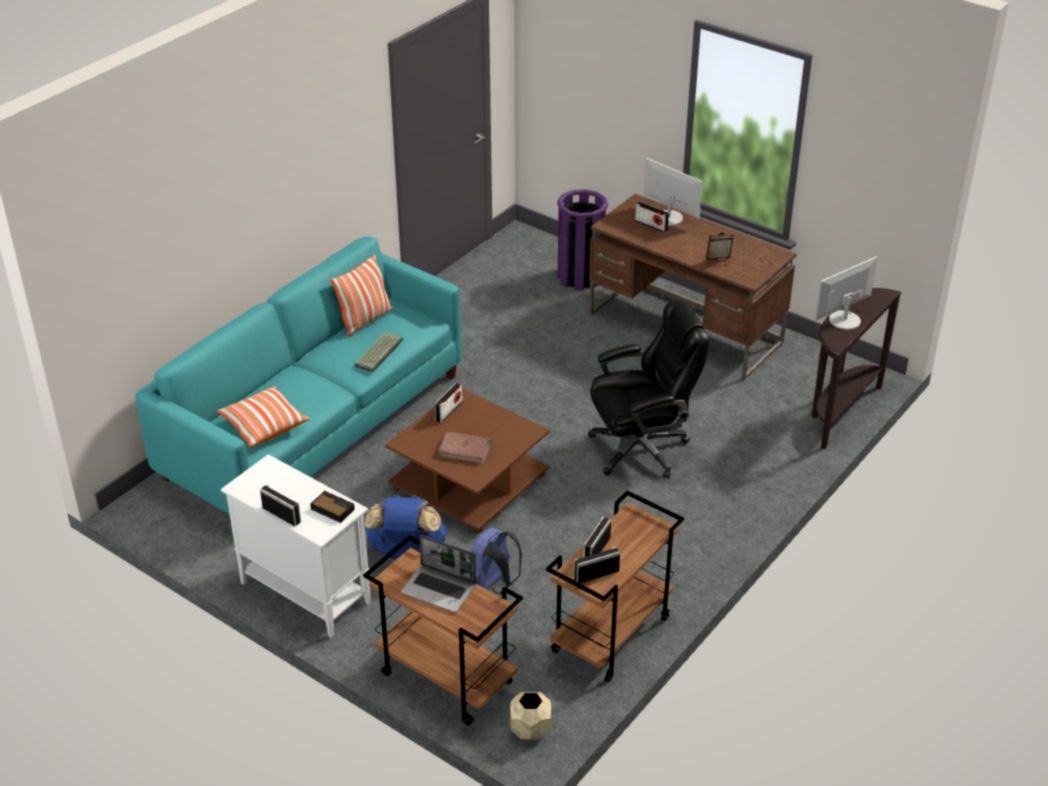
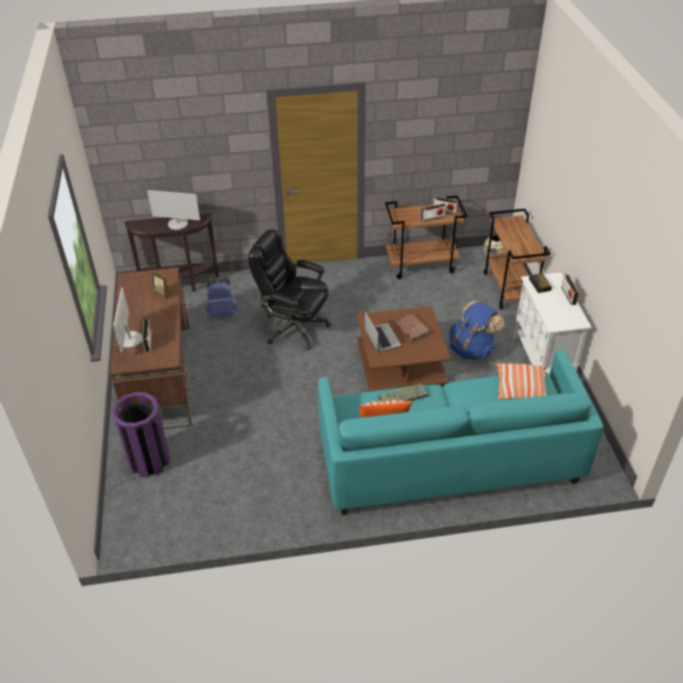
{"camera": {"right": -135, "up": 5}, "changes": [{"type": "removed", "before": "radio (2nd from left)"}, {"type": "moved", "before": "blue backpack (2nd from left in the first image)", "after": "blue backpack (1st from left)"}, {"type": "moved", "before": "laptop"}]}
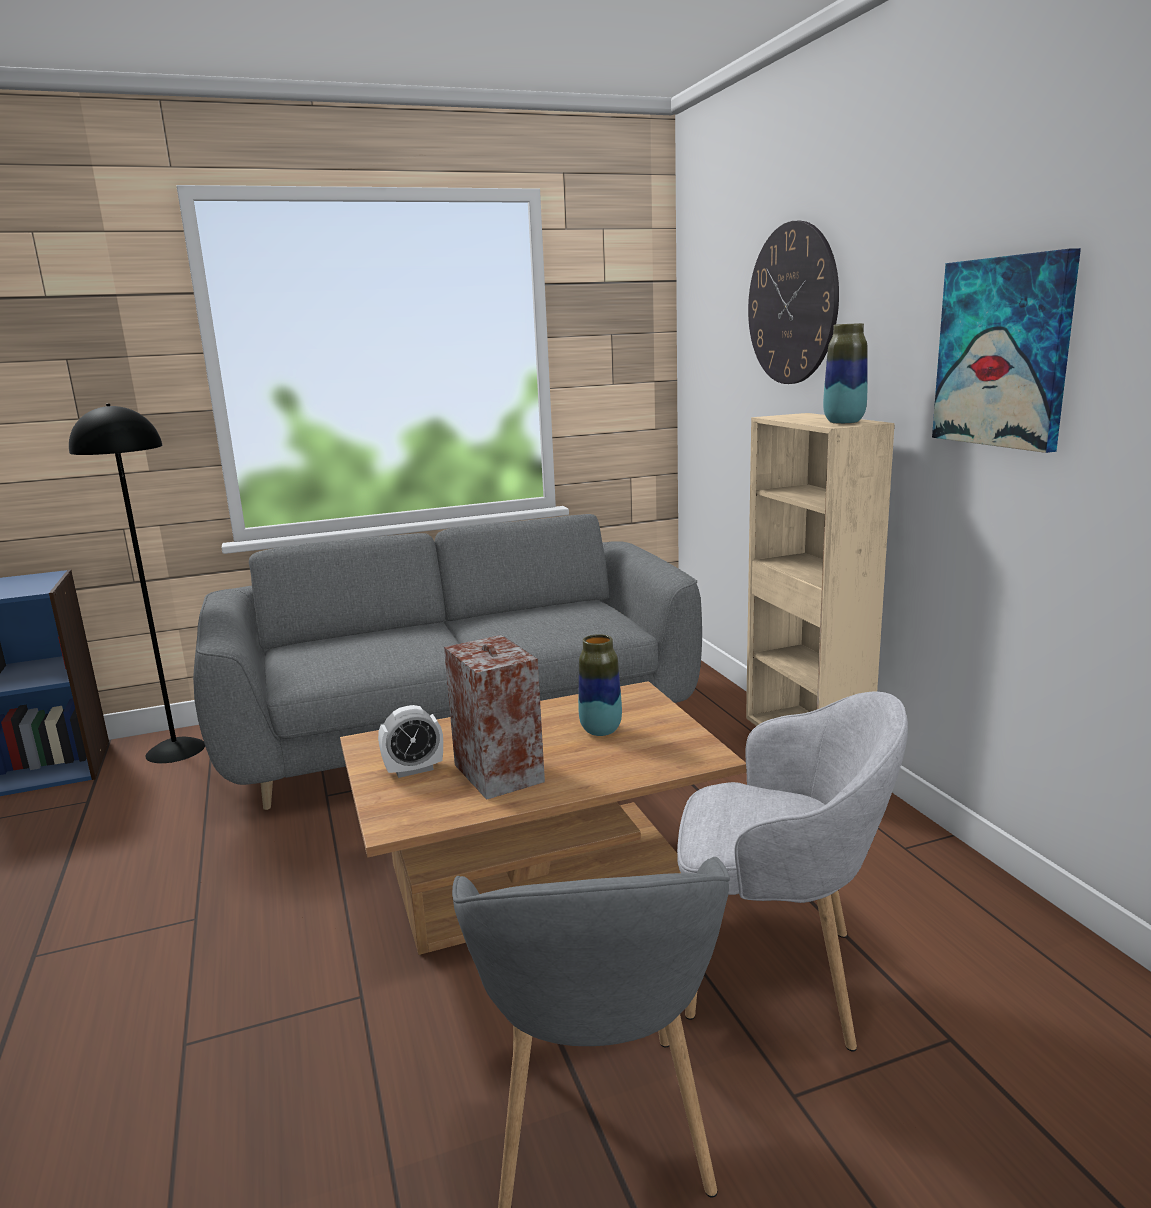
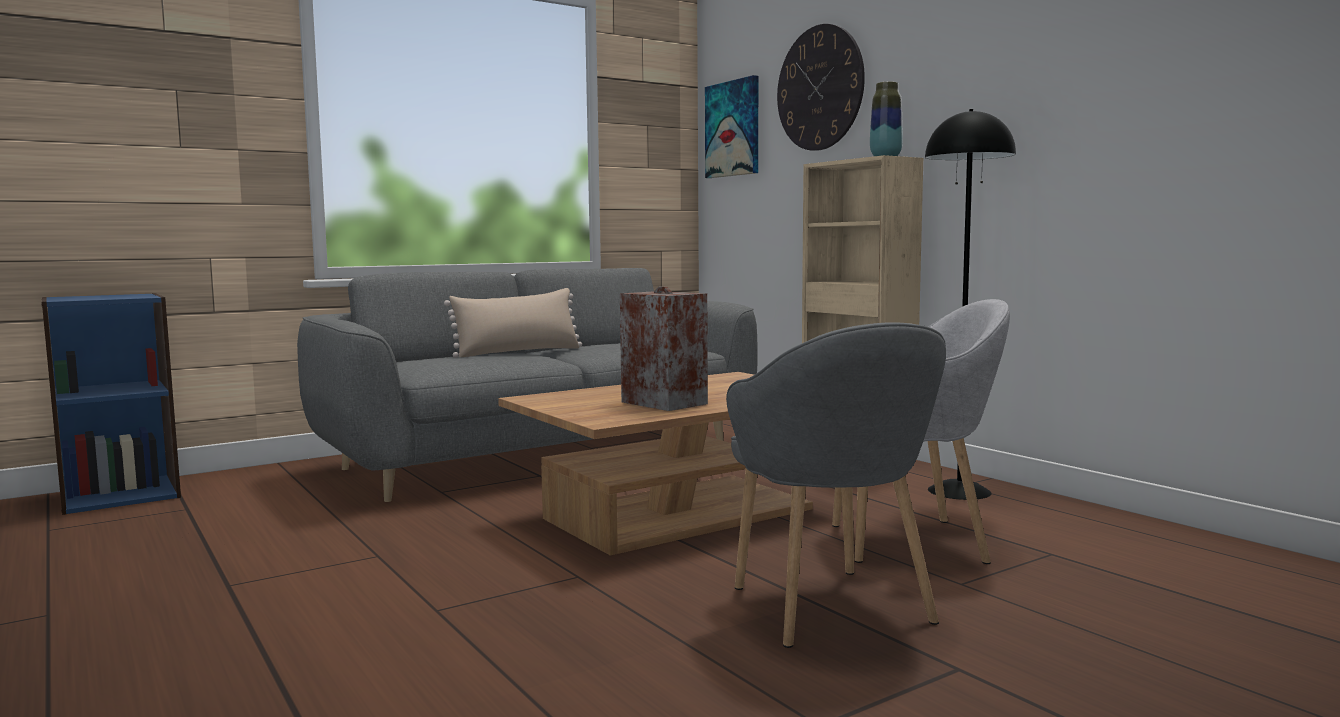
{"camera": {"right": -15, "up": -10}, "changes": [{"type": "moved", "before": "picture"}, {"type": "moved", "before": "black floor lamp"}, {"type": "removed", "before": "vase (1st from left)"}, {"type": "removed", "before": "alarm clock"}, {"type": "added", "after": "beige pillow"}]}
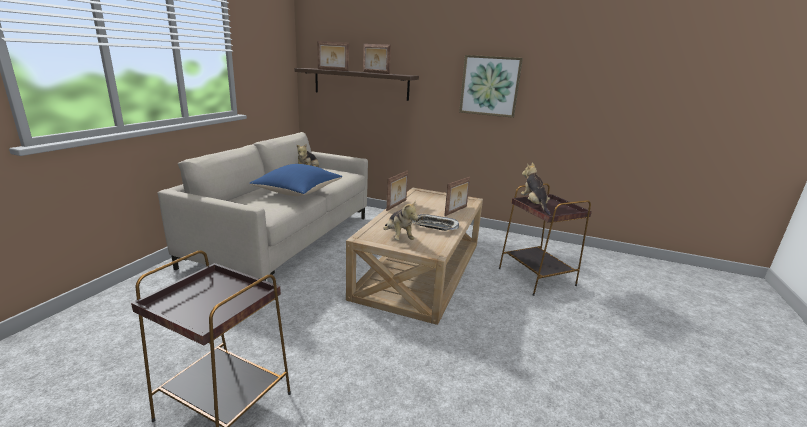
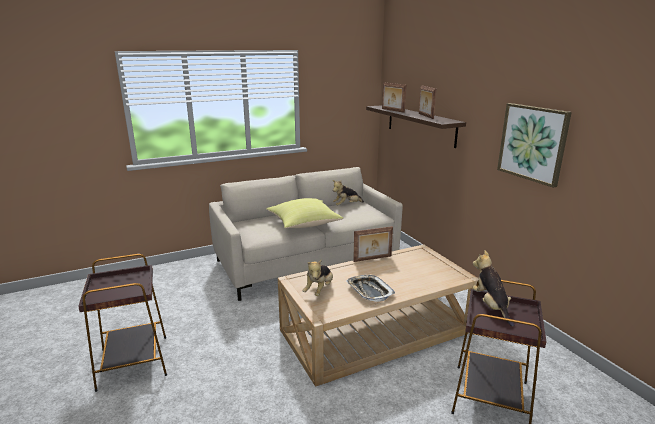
{"camera": {"right": 45, "up": 0}, "changes": [{"type": "turned", "before": "plush toy (3rd from left)", "turn": -45}, {"type": "recoloured", "before": "blue pillow", "after": "yellow pillow"}, {"type": "removed", "before": "picture frame (4th from left)"}]}
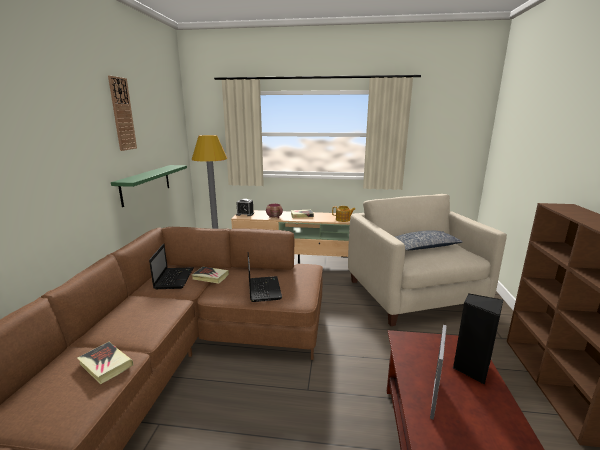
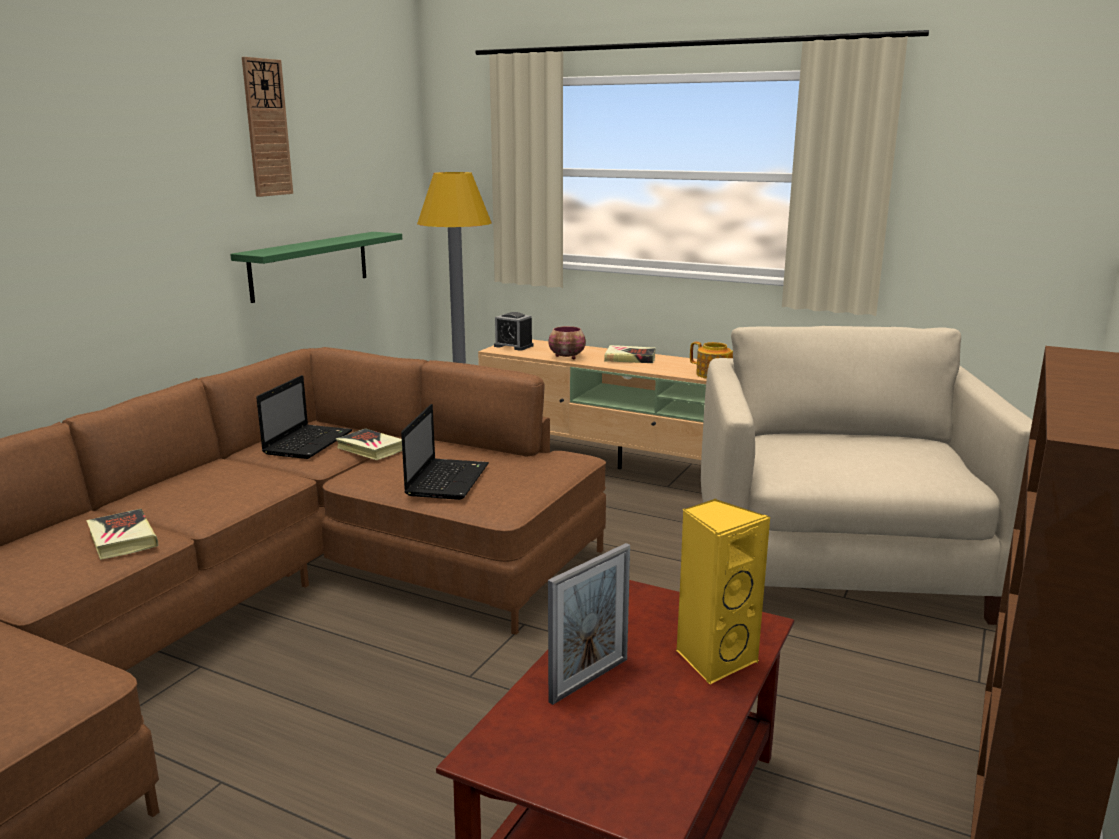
{"camera": {"right": 20, "up": 0}, "changes": [{"type": "removed", "before": "pillow"}, {"type": "recoloured", "before": "black speaker", "after": "yellow speaker"}]}
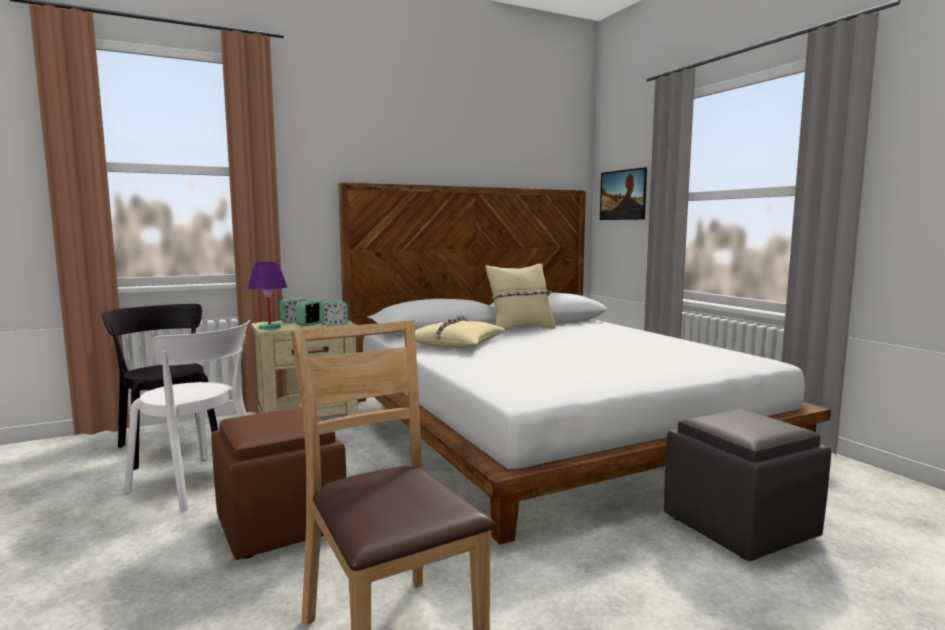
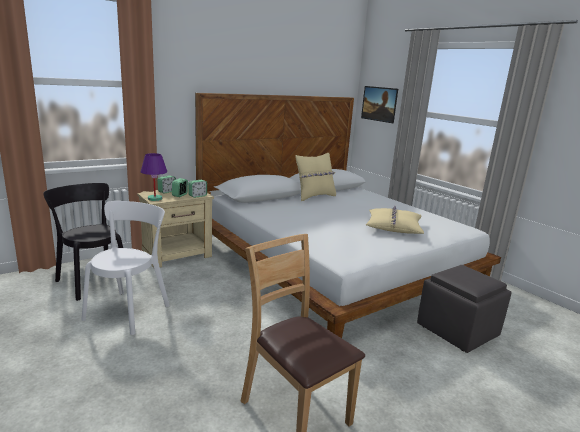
{"camera": {"right": -10, "up": 10}, "changes": [{"type": "moved", "before": "beige pillow (1st from left in the first image)", "after": "beige pillow (2nd from left)"}, {"type": "turned", "before": "white chair", "turn": -90}, {"type": "removed", "before": "brown ottoman"}]}
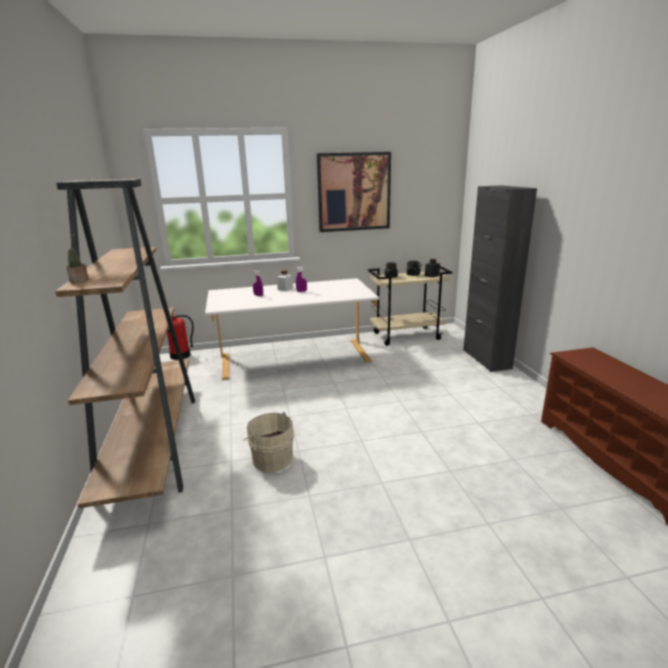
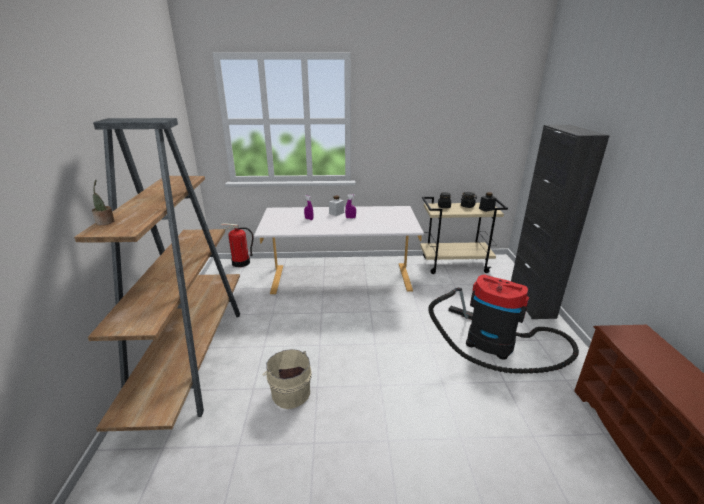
{"camera": {"right": 10, "up": 5}, "changes": [{"type": "removed", "before": "picture"}, {"type": "added", "after": "vacuum cleaner"}]}
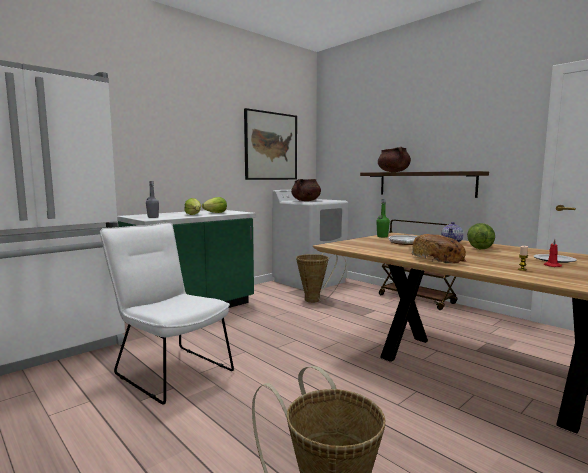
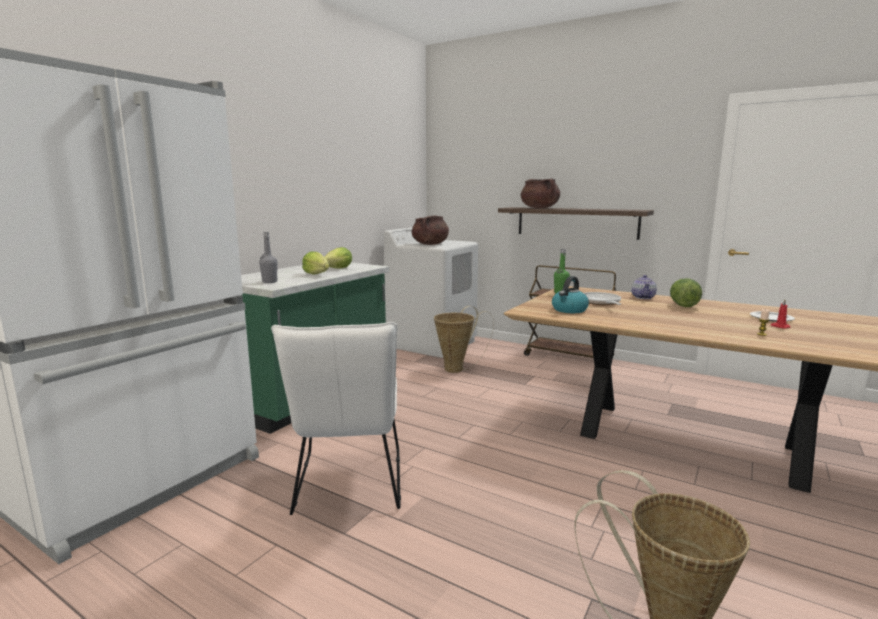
{"camera": {"right": -15, "up": 5}, "changes": [{"type": "removed", "before": "picture"}, {"type": "turned", "before": "white chair", "turn": -120}, {"type": "removed", "before": "bread"}, {"type": "added", "after": "kettle"}]}
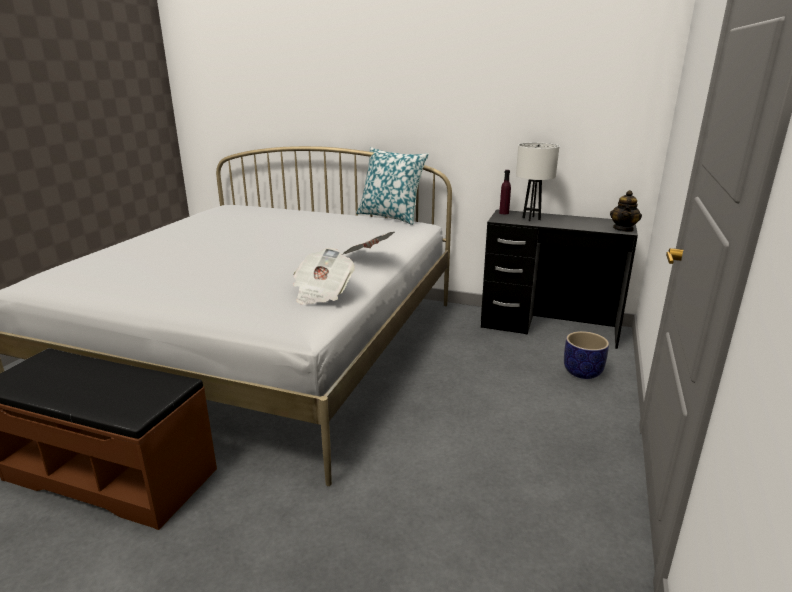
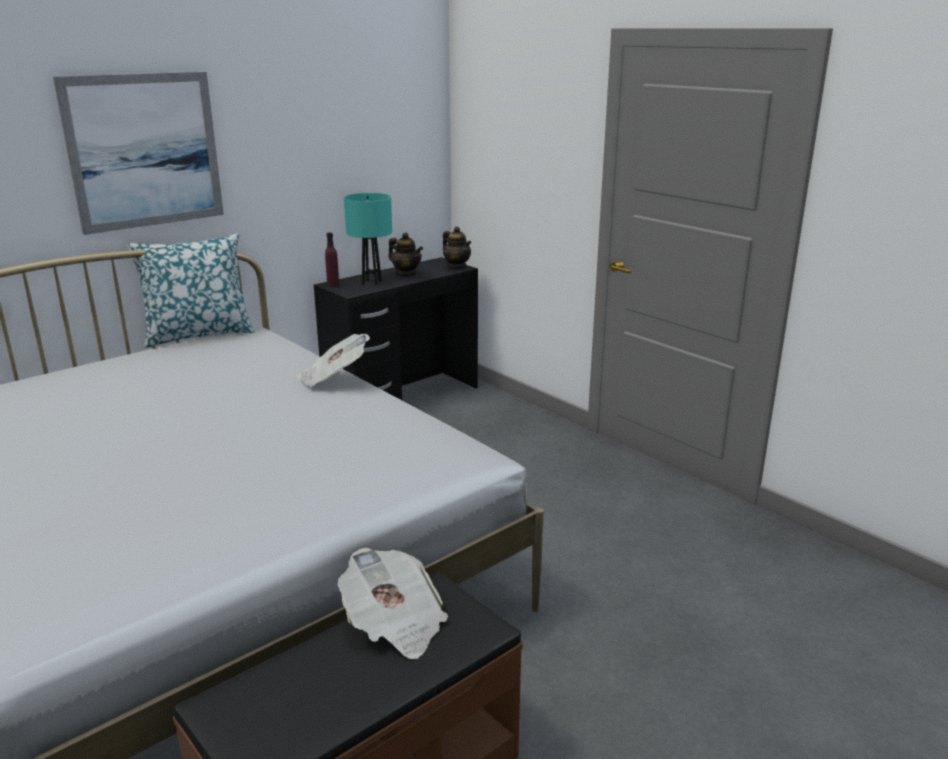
{"camera": {"right": -60, "up": 0}, "changes": [{"type": "recoloured", "before": "white table lamp", "after": "turquoise table lamp"}, {"type": "moved", "before": "newspaper (1st from left in the first image)", "after": "newspaper (2nd from left)"}, {"type": "removed", "before": "planter"}, {"type": "added", "after": "picture"}, {"type": "added", "after": "teapot (1st from left)"}]}
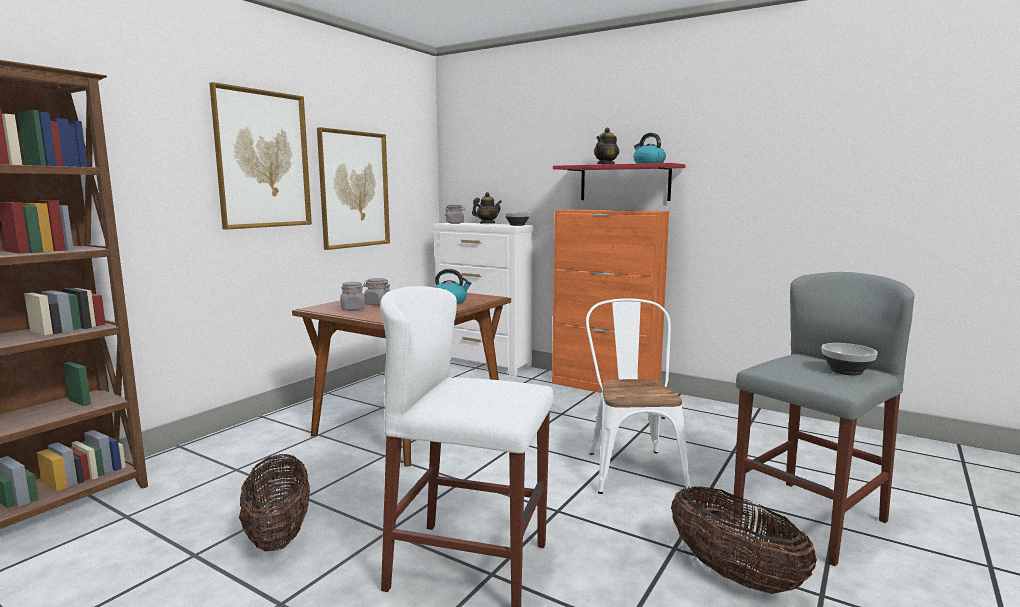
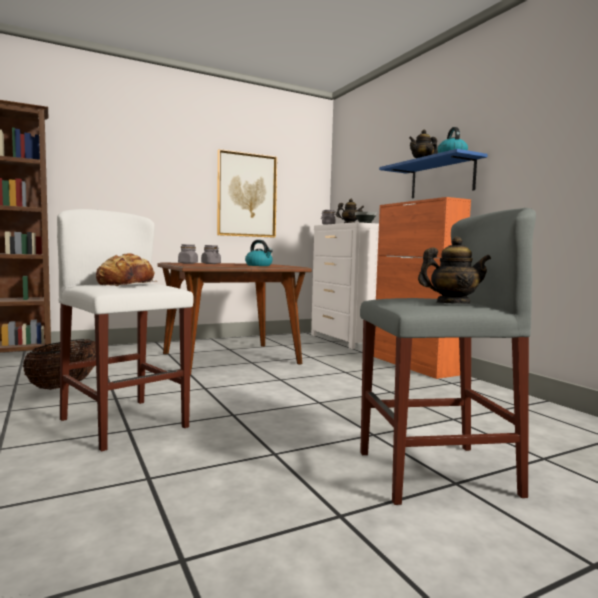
{"camera": {"right": 30, "up": -5}, "changes": [{"type": "removed", "before": "picture (1st from left)"}, {"type": "recoloured", "before": "red shelf", "after": "blue shelf"}, {"type": "removed", "before": "white chair"}, {"type": "replaced", "before": "bowl (2nd from left)", "after": "teapot (3rd from left)"}, {"type": "removed", "before": "basket (2nd from left)"}, {"type": "added", "after": "bread"}]}
